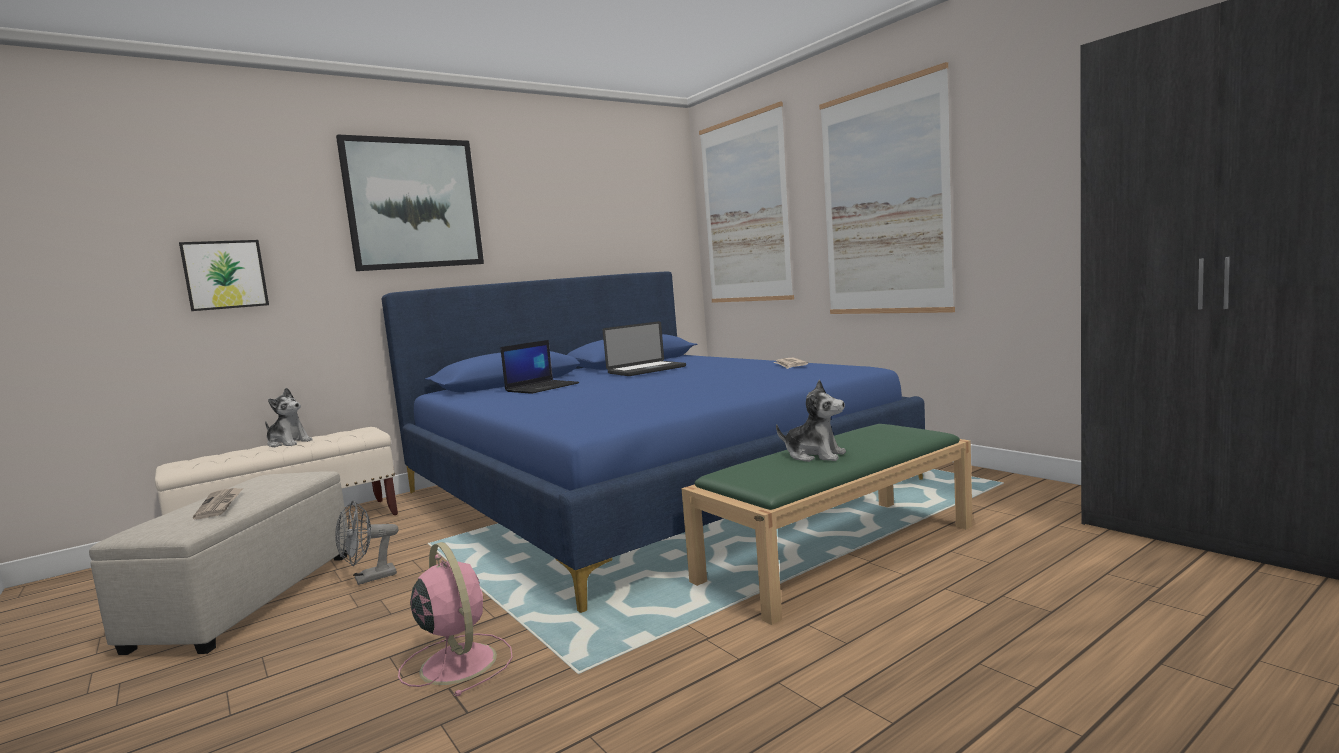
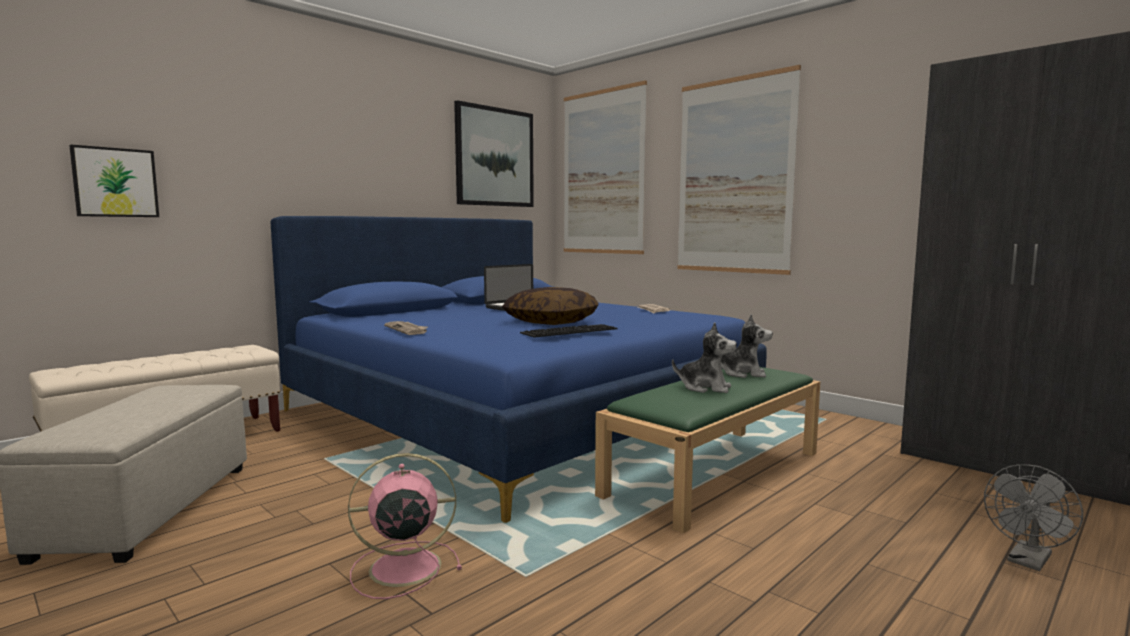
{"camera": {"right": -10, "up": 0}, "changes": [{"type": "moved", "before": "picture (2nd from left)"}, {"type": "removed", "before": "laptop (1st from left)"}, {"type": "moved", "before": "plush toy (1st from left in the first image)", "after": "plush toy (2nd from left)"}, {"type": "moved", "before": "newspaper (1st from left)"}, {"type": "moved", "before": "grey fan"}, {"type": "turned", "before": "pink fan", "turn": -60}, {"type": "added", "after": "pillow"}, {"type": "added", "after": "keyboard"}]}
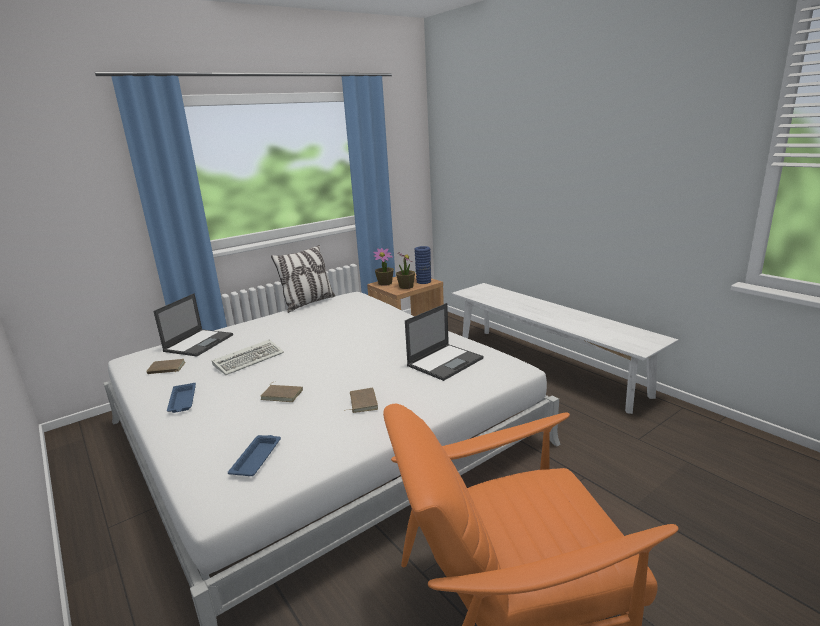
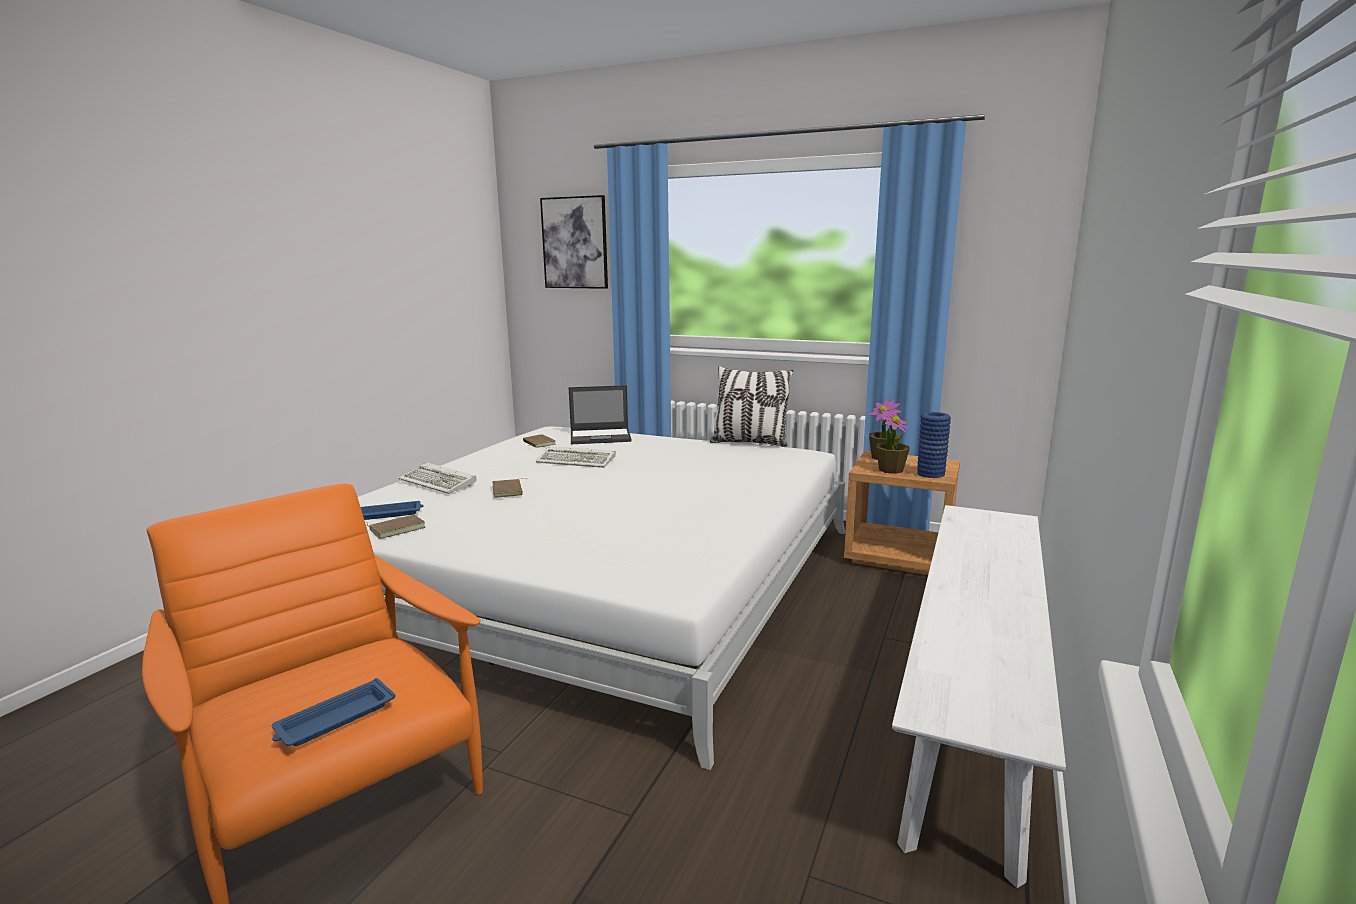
{"camera": {"right": 60, "up": -5}, "changes": [{"type": "removed", "before": "laptop (2nd from left)"}, {"type": "moved", "before": "blue tray (1st from left)"}, {"type": "moved", "before": "brown book (3rd from left in the first image)", "after": "brown book (1st from left)"}, {"type": "added", "after": "picture"}, {"type": "added", "after": "keyboard (1st from left)"}]}
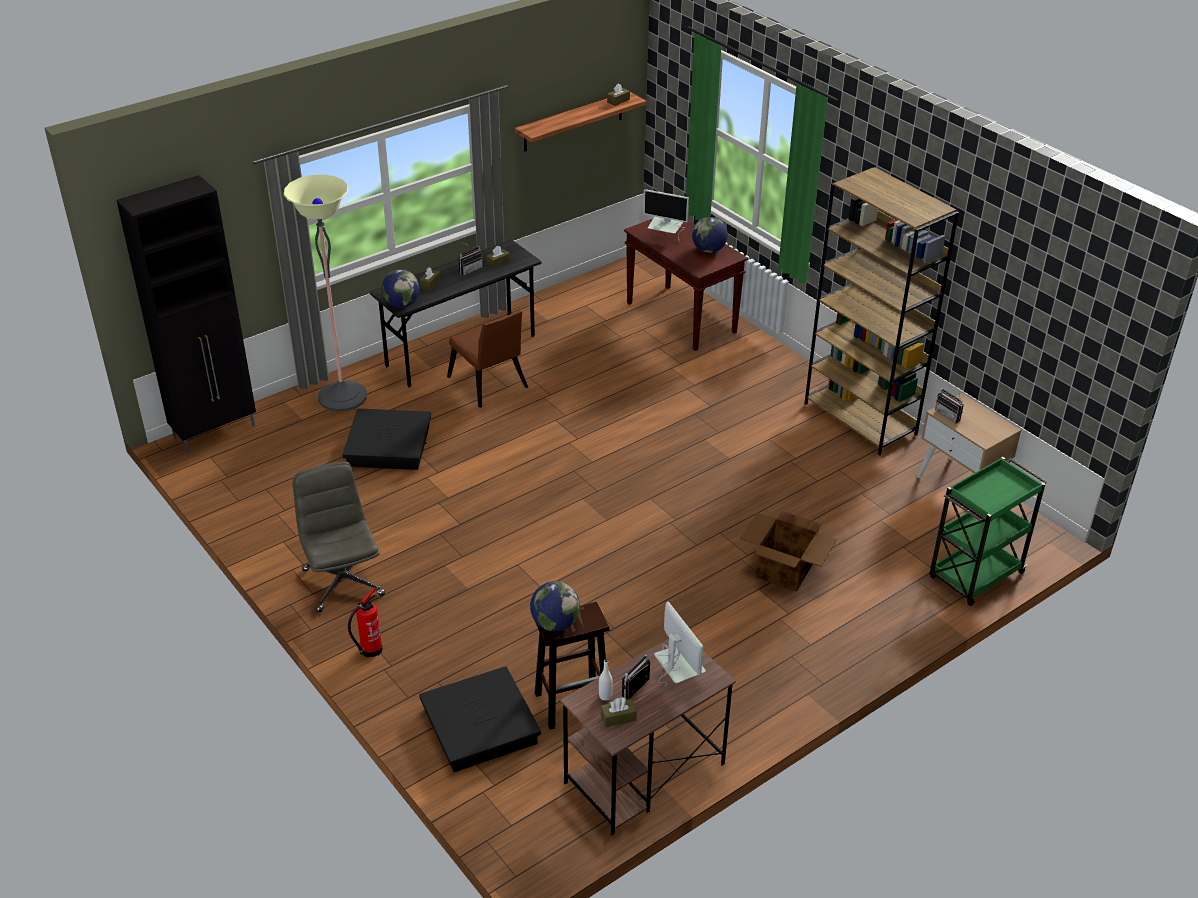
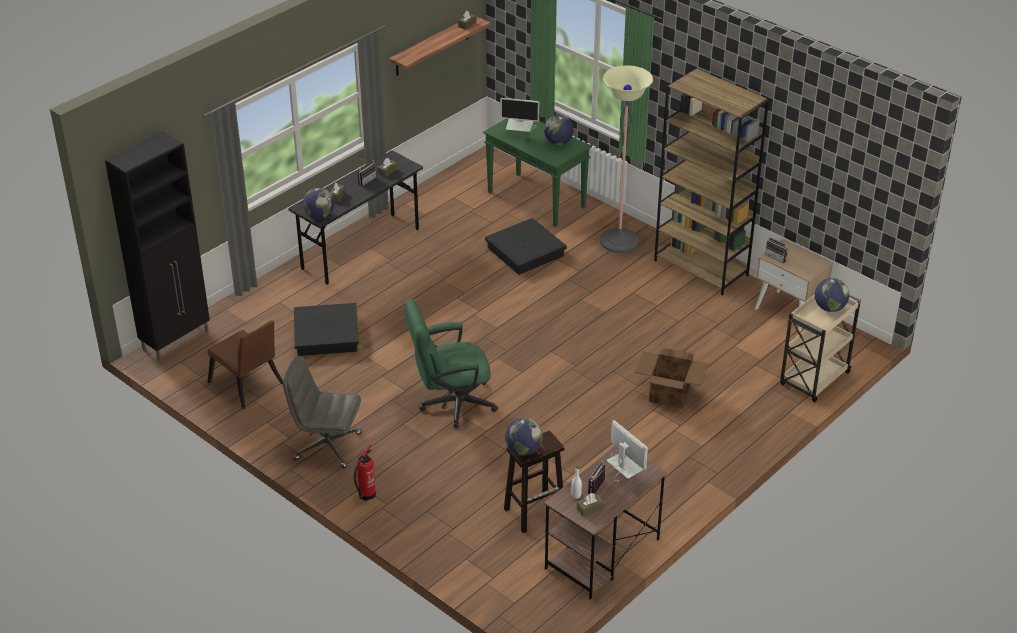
{"camera": {"right": -10, "up": 0}, "changes": [{"type": "moved", "before": "floor lamp"}, {"type": "recoloured", "before": "brown console table", "after": "green console table"}, {"type": "moved", "before": "brown chair"}, {"type": "recoloured", "before": "green cart", "after": "beige cart"}, {"type": "turned", "before": "grey office chair", "turn": -45}, {"type": "moved", "before": "black storage box (2nd from left)"}, {"type": "added", "after": "globe (4th from left)"}, {"type": "added", "after": "green office chair"}]}
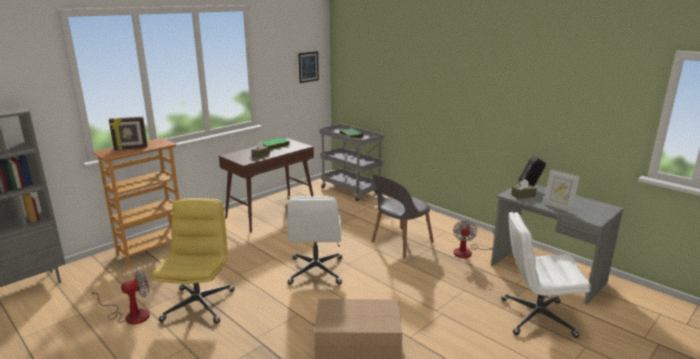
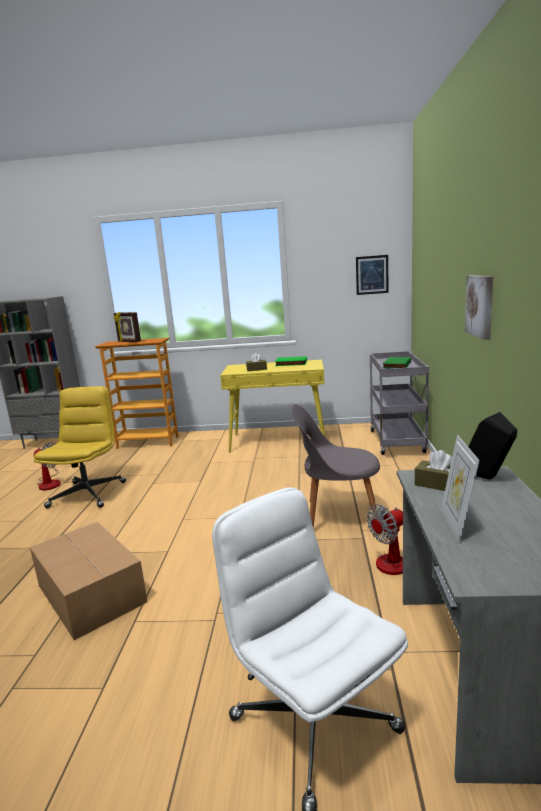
{"camera": {"right": 50, "up": -5}, "changes": [{"type": "recoloured", "before": "brown console table", "after": "yellow console table"}, {"type": "removed", "before": "white office chair (1st from left)"}, {"type": "turned", "before": "yellow office chair", "turn": -45}, {"type": "added", "after": "picture (2nd from left)"}]}
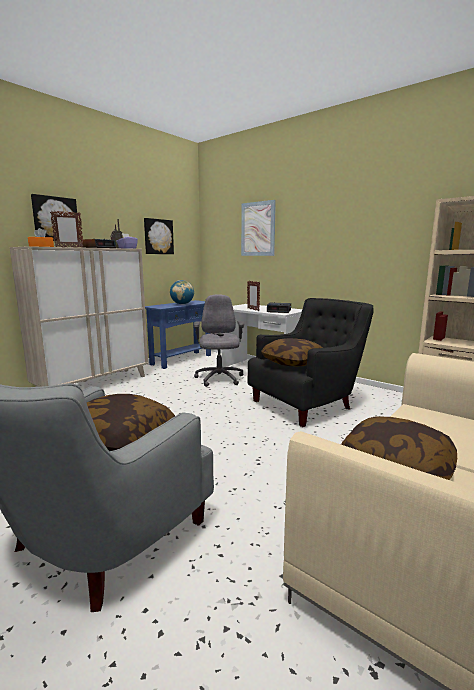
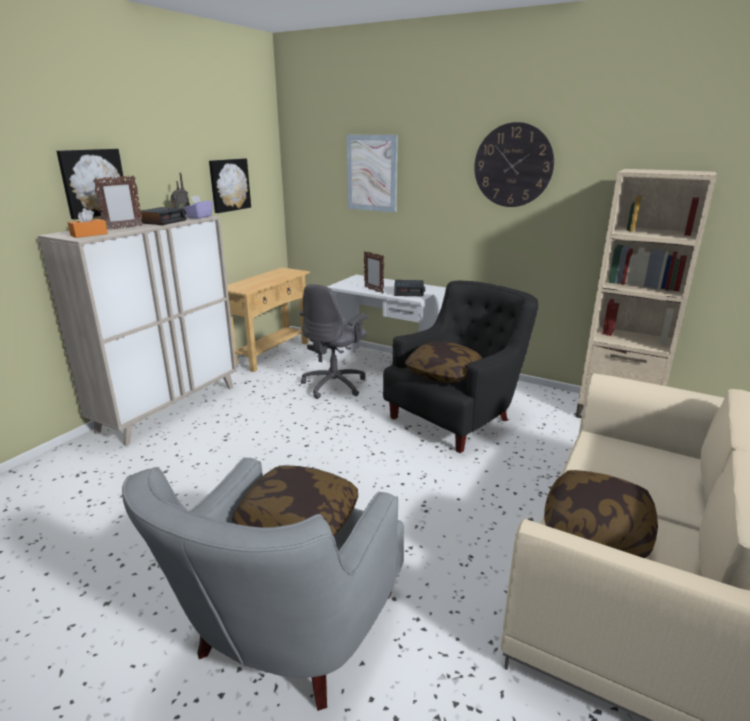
{"camera": {"right": -10, "up": 10}, "changes": [{"type": "removed", "before": "globe"}, {"type": "turned", "before": "grey office chair", "turn": -135}, {"type": "recoloured", "before": "blue console table", "after": "beige console table"}, {"type": "added", "after": "wall clock"}]}
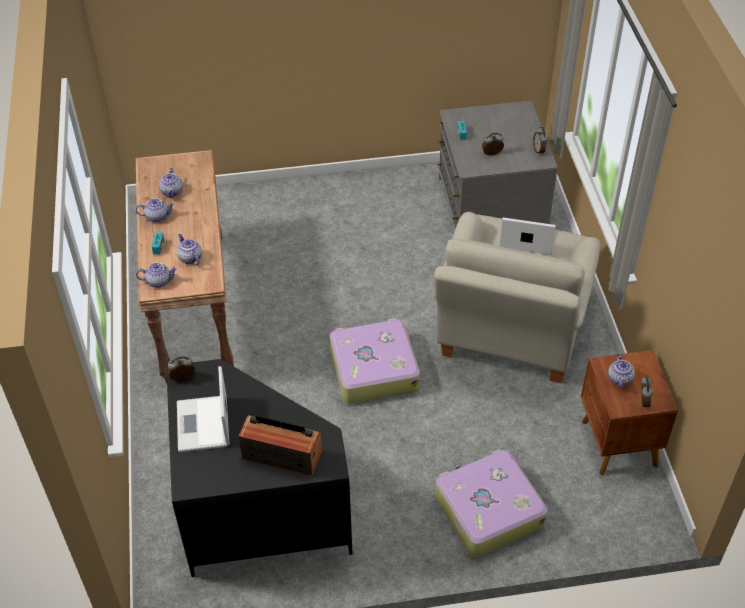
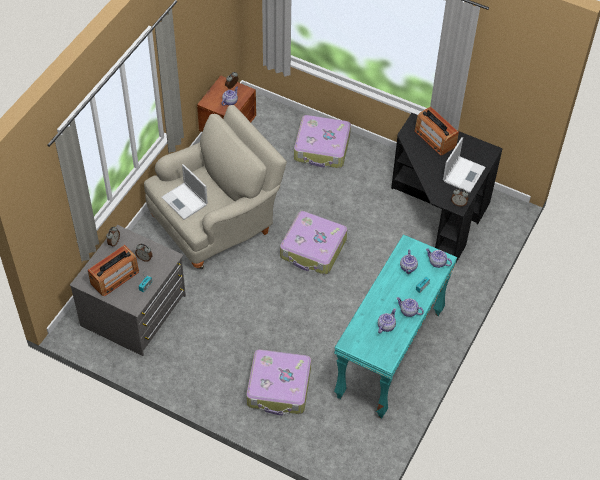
{"camera": {"right": -145, "up": 5}, "changes": [{"type": "recoloured", "before": "brown console table", "after": "turquoise console table"}, {"type": "added", "after": "radio (1st from left)"}, {"type": "added", "after": "suitcase (1st from left)"}]}
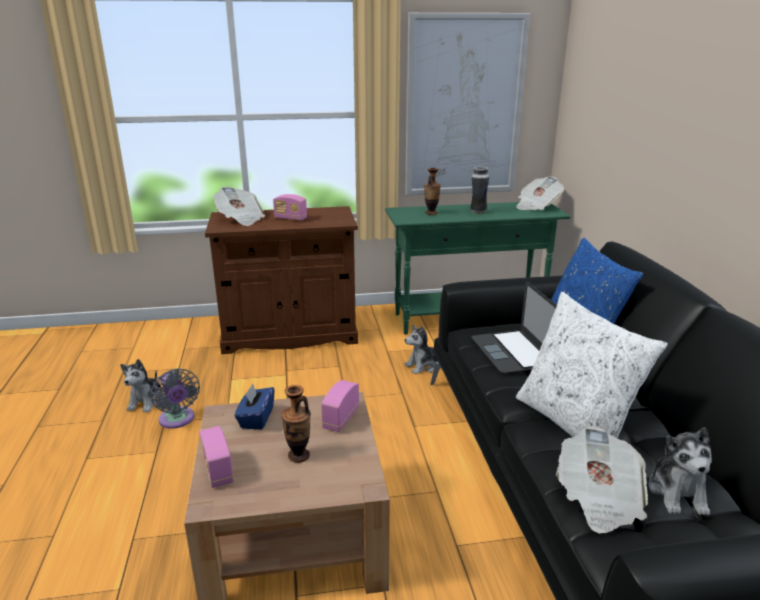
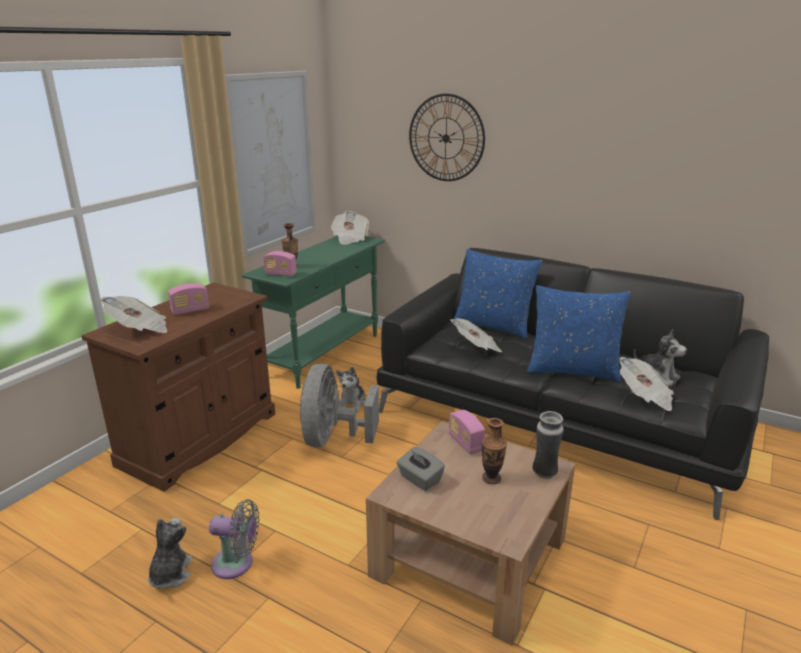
{"camera": {"right": -50, "up": 0}, "changes": [{"type": "moved", "before": "vase (3rd from left)"}, {"type": "replaced", "before": "laptop", "after": "newspaper (3rd from left)"}, {"type": "recoloured", "before": "white pillow", "after": "blue pillow (2nd from left)"}, {"type": "turned", "before": "plush toy (1st from left)", "turn": -135}, {"type": "recoloured", "before": "blue tissue box", "after": "grey tissue box"}, {"type": "moved", "before": "radio (1st from left in the first image)", "after": "radio (2nd from left)"}, {"type": "added", "after": "wall clock"}, {"type": "added", "after": "grey fan (2nd from left)"}]}
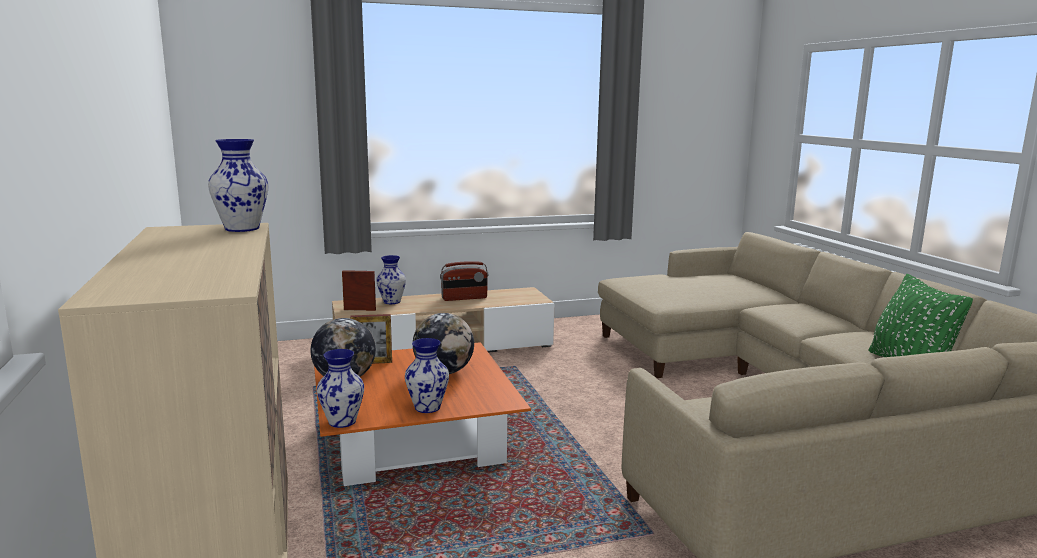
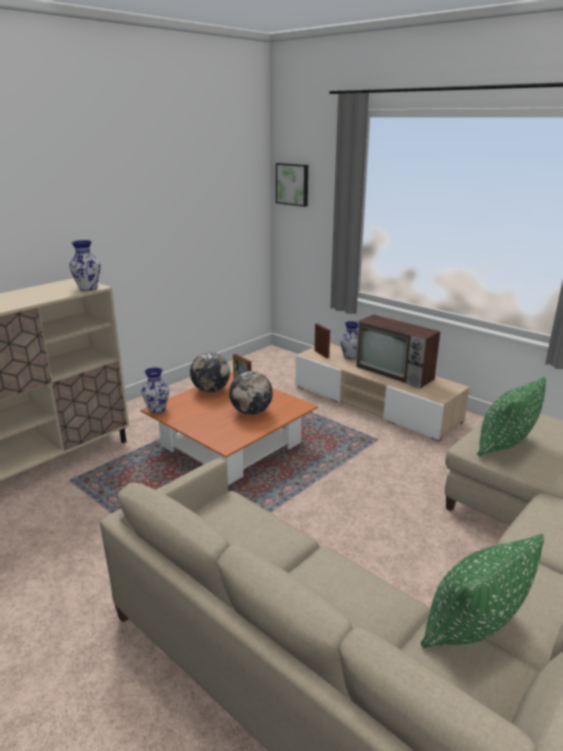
{"camera": {"right": 60, "up": 10}, "changes": [{"type": "replaced", "before": "radio", "after": "television"}, {"type": "removed", "before": "vase (4th from left)"}, {"type": "added", "after": "picture"}, {"type": "added", "after": "green pillow (2nd from left)"}]}
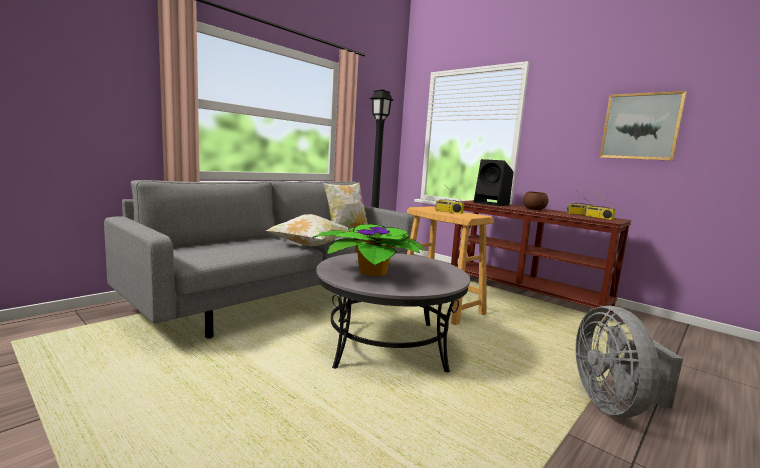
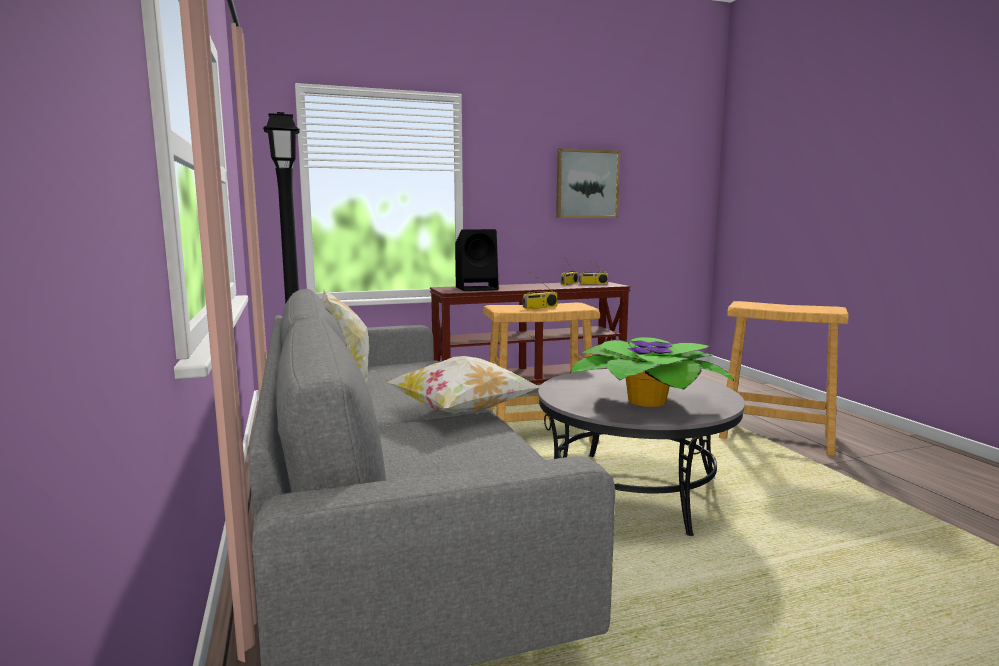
{"camera": {"right": -60, "up": 0}, "changes": [{"type": "removed", "before": "brown bowl"}, {"type": "replaced", "before": "grey fan", "after": "beige stool (2nd from left)"}]}
